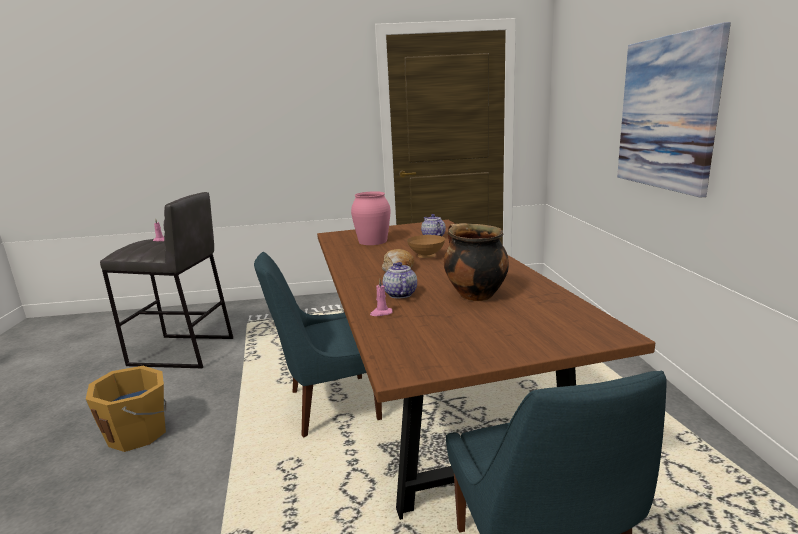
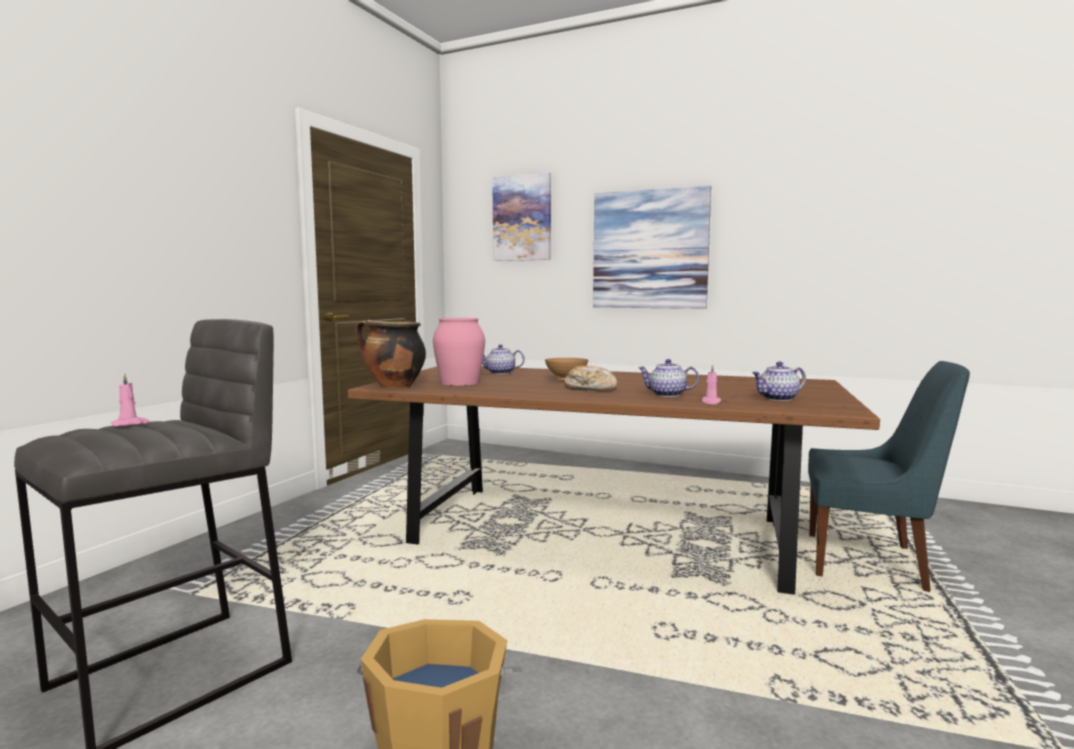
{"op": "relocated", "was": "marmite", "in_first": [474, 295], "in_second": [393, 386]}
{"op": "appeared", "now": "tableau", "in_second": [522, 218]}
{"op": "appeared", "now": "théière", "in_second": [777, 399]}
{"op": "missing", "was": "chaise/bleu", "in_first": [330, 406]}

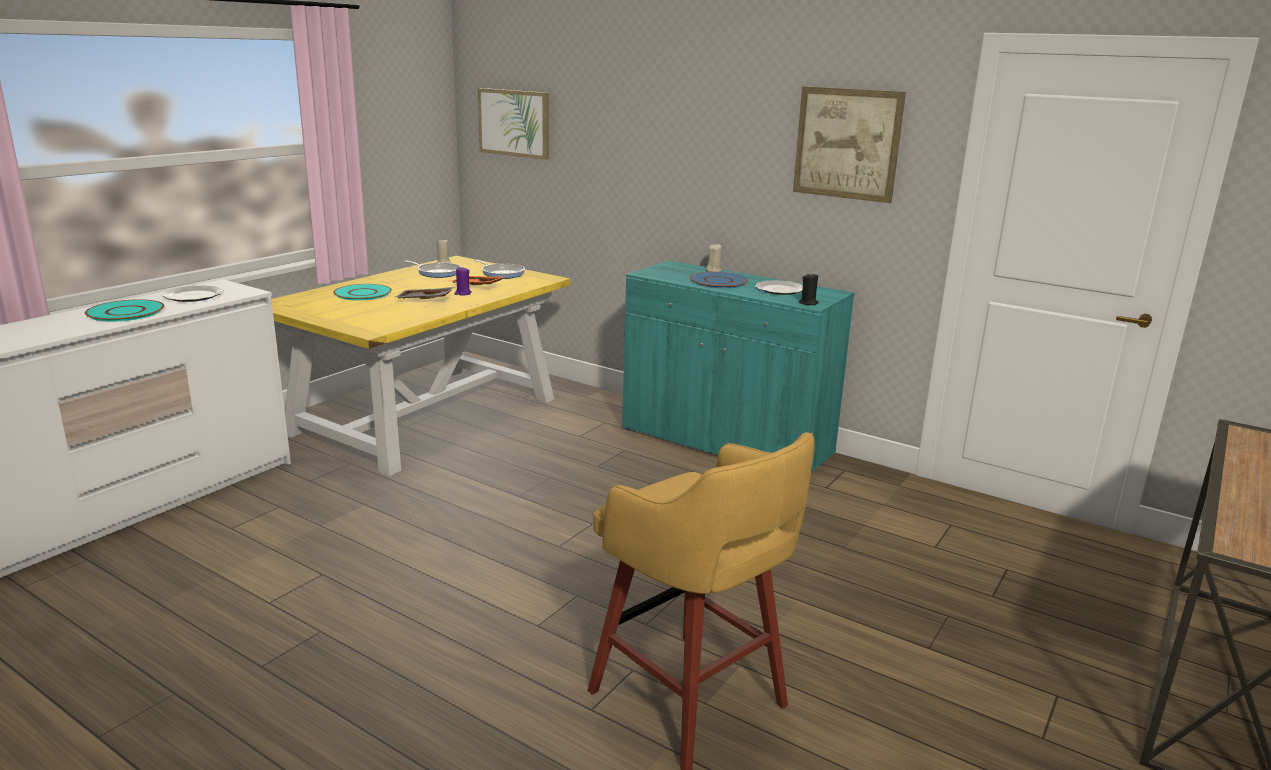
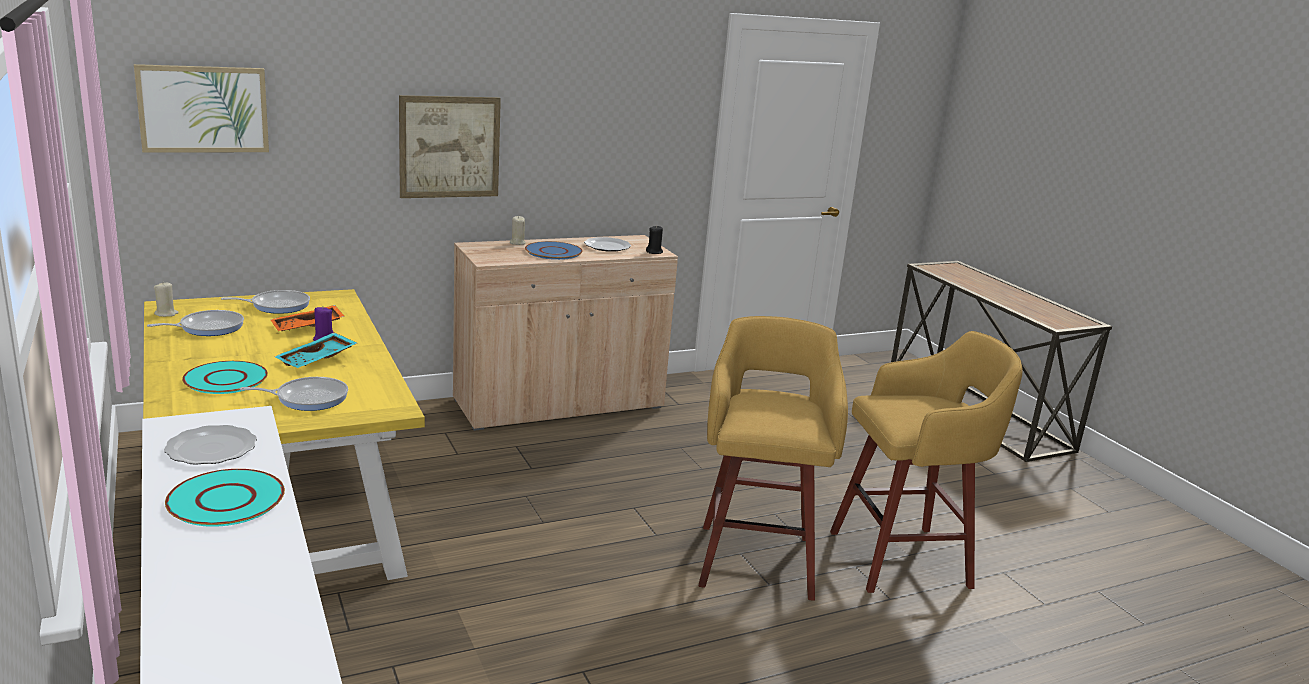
{"op": "appeared", "now": "poêle", "in_second": [308, 398]}
{"op": "colour", "was": "plateau/gris", "now": "plateau/turquoise", "in_first": [424, 300], "in_second": [317, 360]}
{"op": "relocated", "was": "tableau", "in_first": [847, 144], "in_second": [449, 147]}
{"op": "colour", "was": "meuble de rangement/turquoise", "now": "meuble de rangement/beige", "in_first": [726, 442], "in_second": [559, 404]}
{"op": "appeared", "now": "tabouret/jaune", "in_second": [756, 558]}

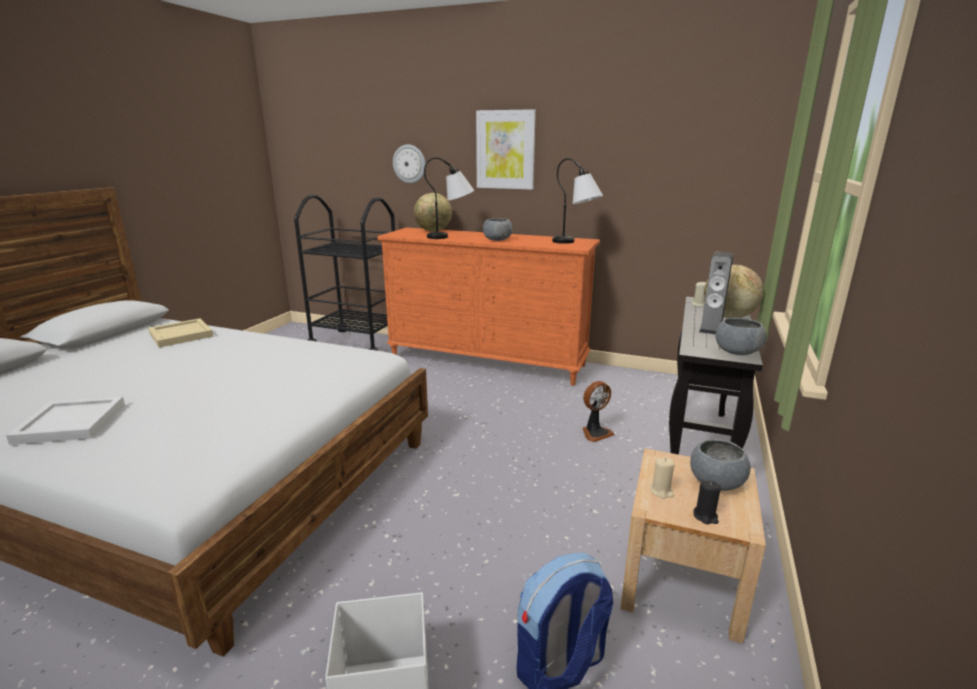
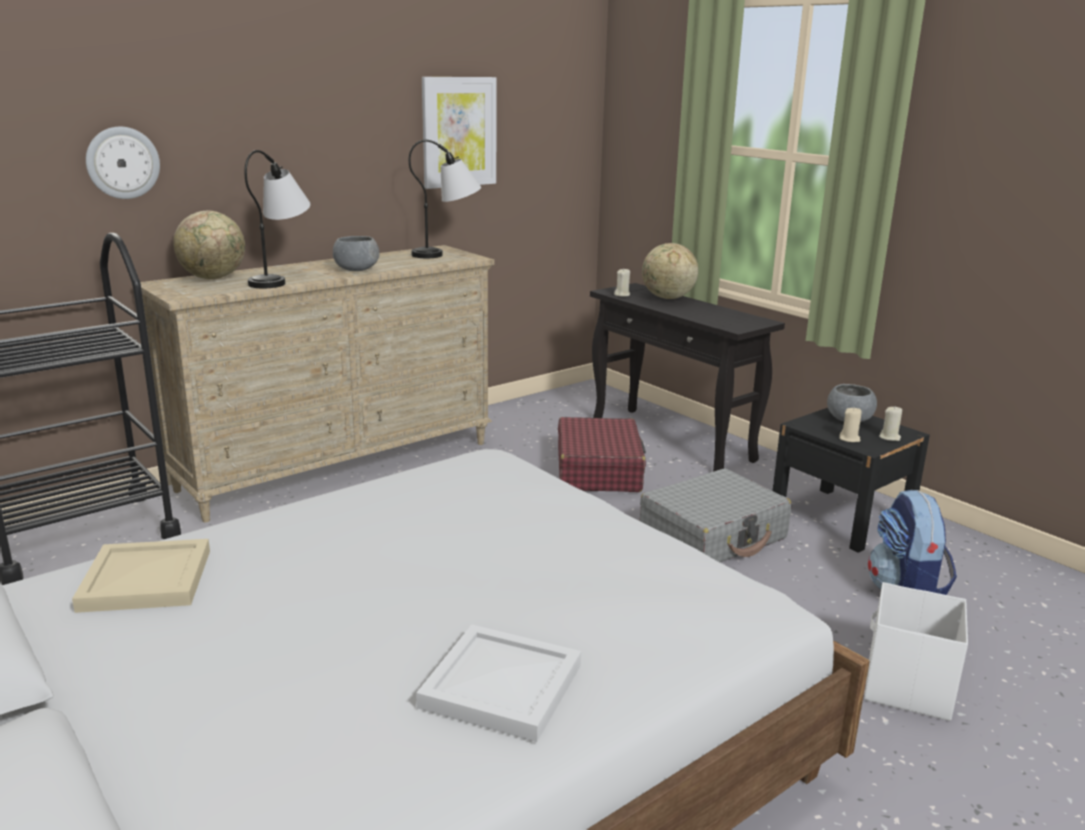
{"op": "colour", "was": "commode/orange", "now": "commode/beige", "in_first": [487, 361], "in_second": [340, 465]}
{"op": "relocated", "was": "tableau", "in_first": [505, 150], "in_second": [459, 132]}
{"op": "exchanged", "was": "ventilateur", "now": "valise/rouge", "in_first": [595, 433], "in_second": [598, 470]}
{"op": "appeared", "now": "valise/gris", "in_second": [713, 535]}
{"op": "colour", "was": "table de chevet/beige", "now": "table de chevet/noir", "in_first": [682, 580], "in_second": [840, 518]}
{"op": "colour", "was": "bougie/noir", "now": "bougie/beige", "in_first": [705, 516], "in_second": [889, 437]}
{"op": "missing", "was": "enceinte", "in_first": [711, 329]}
{"op": "missing", "was": "bol/gris", "in_first": [737, 352]}

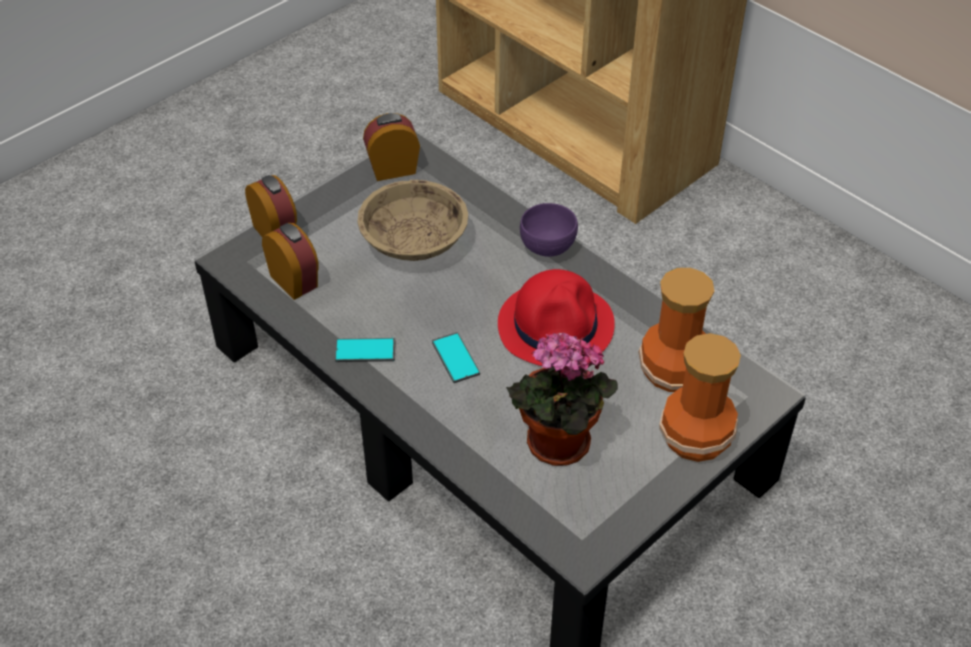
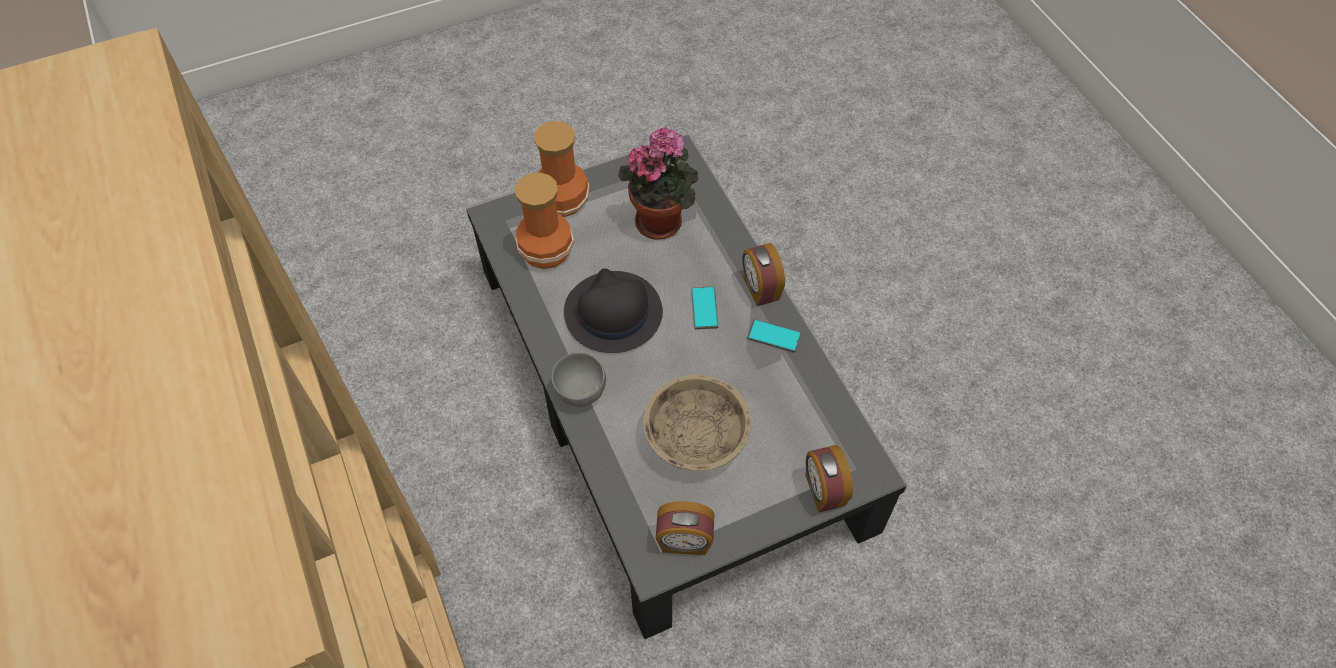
{"op": "colour", "was": "bol/violet", "now": "bol/gris", "in_first": [548, 248], "in_second": [580, 391]}
{"op": "colour", "was": "chapeau/rouge", "now": "chapeau/noir", "in_first": [556, 325], "in_second": [612, 313]}
{"op": "relocated", "was": "réveil", "in_first": [295, 281], "in_second": [760, 289]}

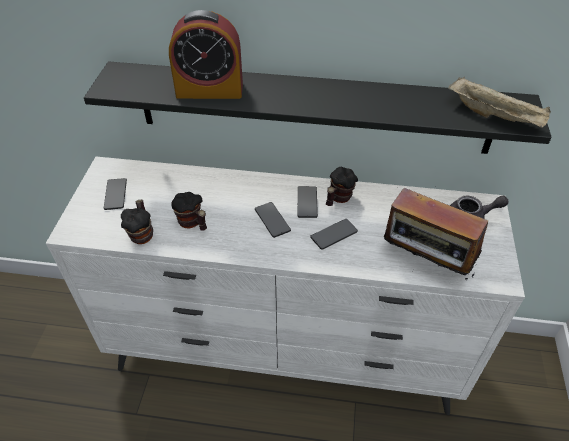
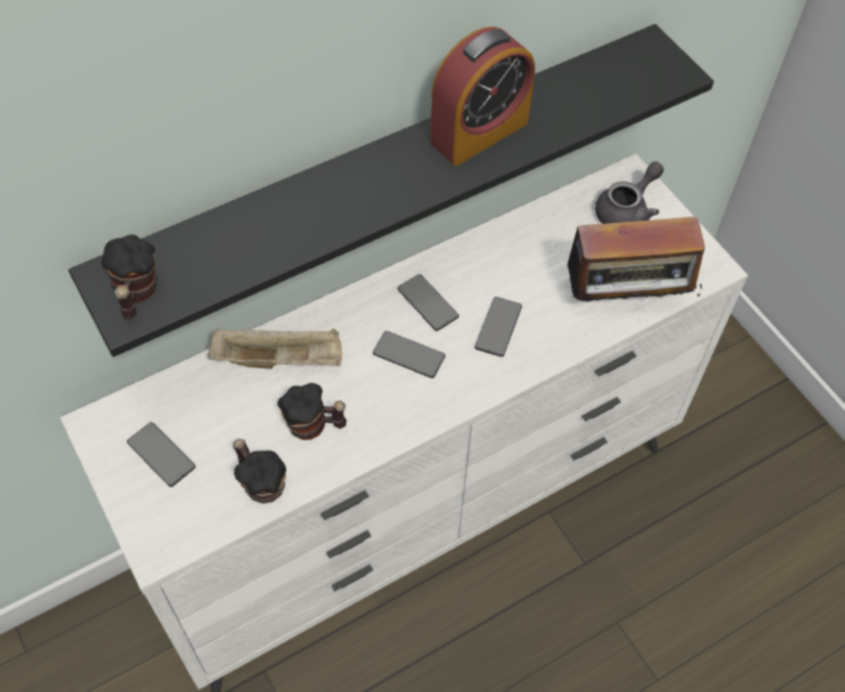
{"op": "relocated", "was": "mug", "in_first": [338, 199], "in_second": [136, 294]}
{"op": "relocated", "was": "plateau/beige", "in_first": [495, 116], "in_second": [280, 359]}
{"op": "relocated", "was": "réveil", "in_first": [209, 90], "in_second": [479, 132]}

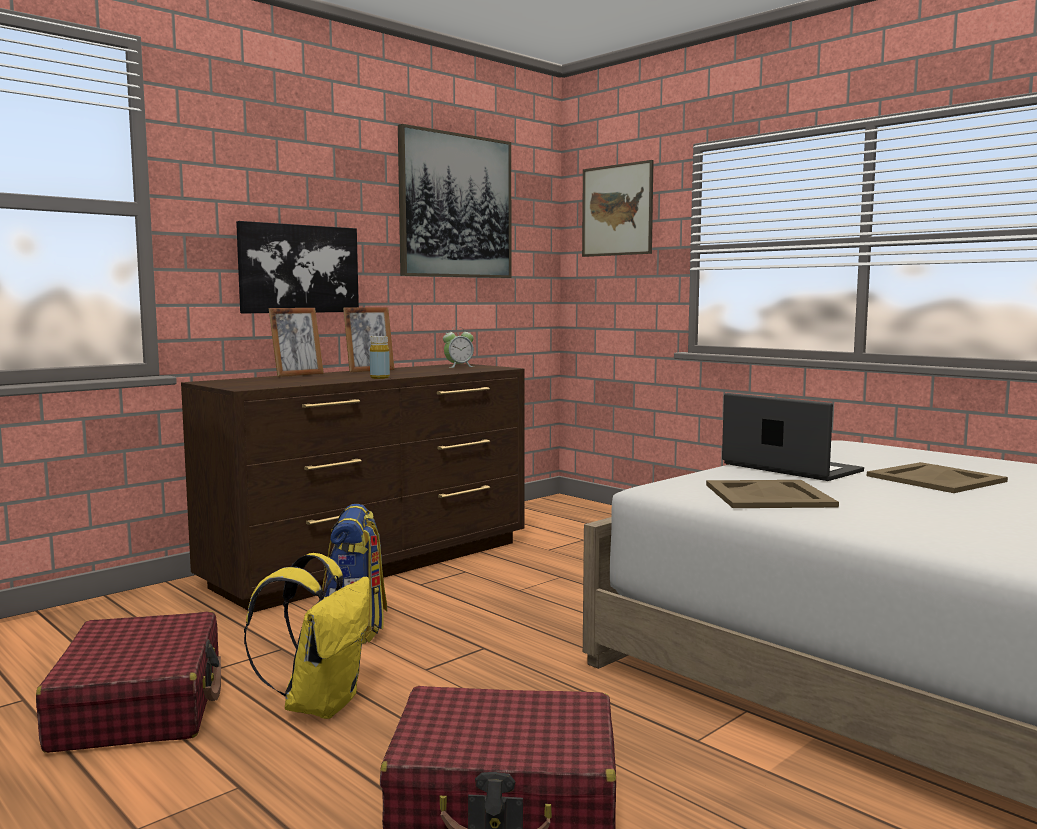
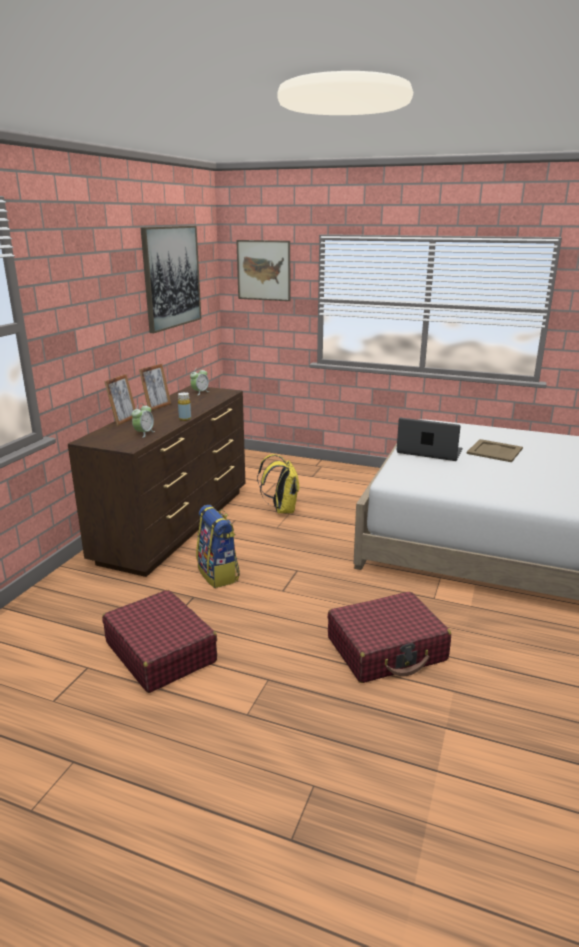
{"op": "appeared", "now": "réveil", "in_second": [144, 433]}
{"op": "relocated", "was": "sac à dos/jaune", "in_first": [320, 704], "in_second": [281, 509]}
{"op": "missing", "was": "tableau", "in_first": [298, 269]}
{"op": "missing", "was": "plateau/beige", "in_first": [767, 495]}

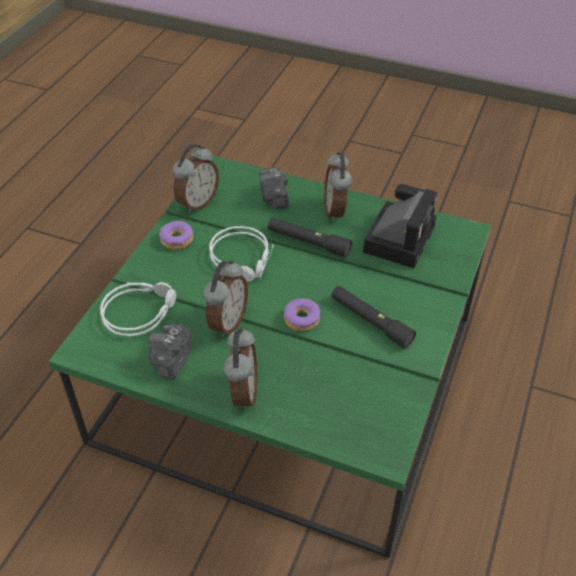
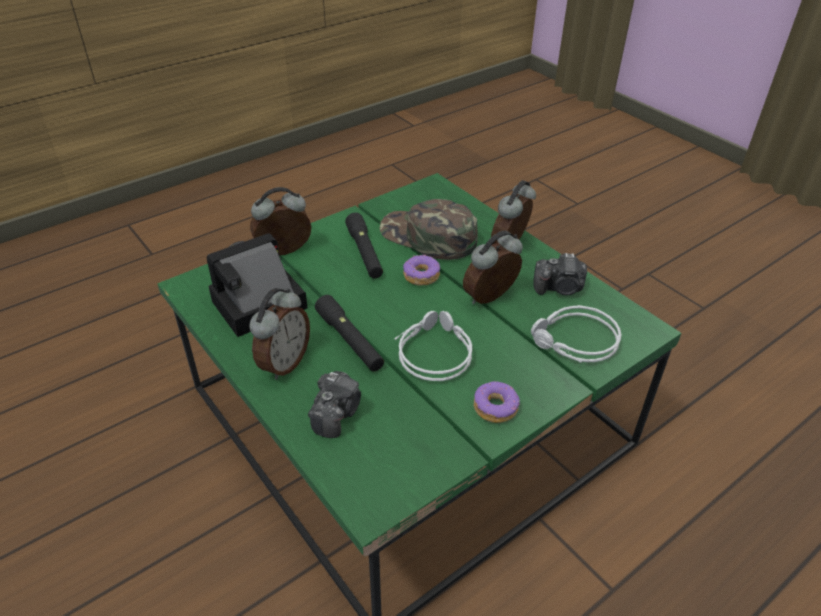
{"op": "relocated", "was": "réveil", "in_first": [197, 202], "in_second": [284, 253]}
{"op": "appeared", "now": "casquette/vert", "in_second": [427, 237]}
{"op": "spun", "was": "appareil photo", "in_first": [171, 361], "in_second": [559, 288], "clockwise": 45}

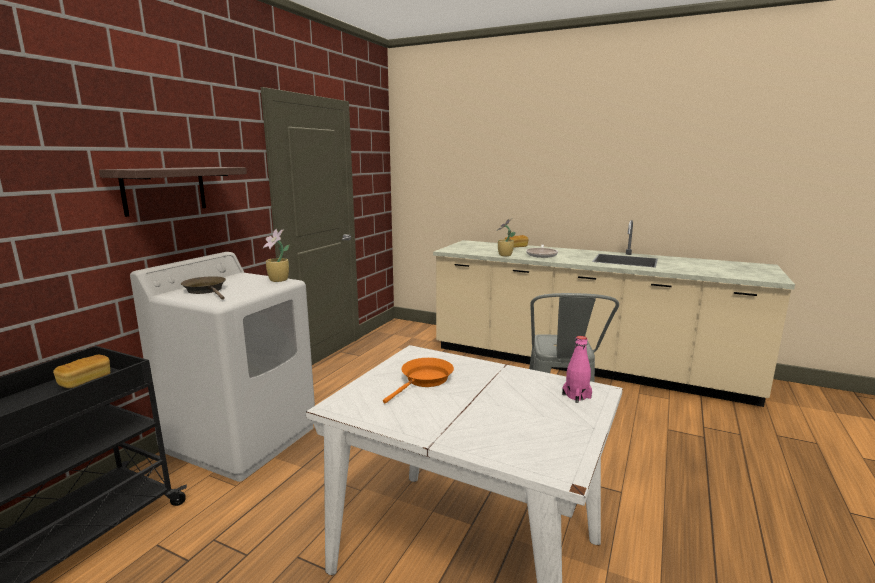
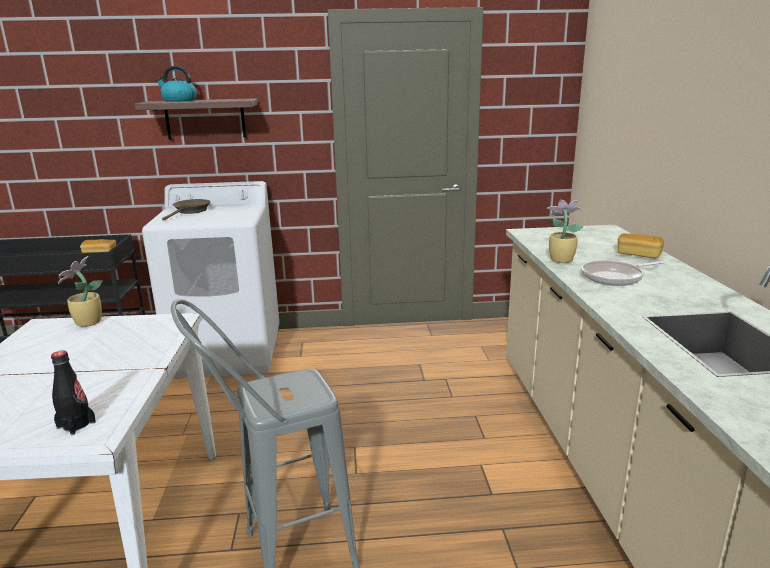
{"op": "colour", "was": "bouteille/rose", "now": "bouteille/noir", "in_first": [576, 396], "in_second": [76, 425]}
{"op": "relocated", "was": "plante en pot", "in_first": [279, 280], "in_second": [87, 323]}
{"op": "appeared", "now": "bouilloire", "in_second": [179, 100]}
{"op": "missing", "was": "poêle/orange", "in_first": [424, 380]}

